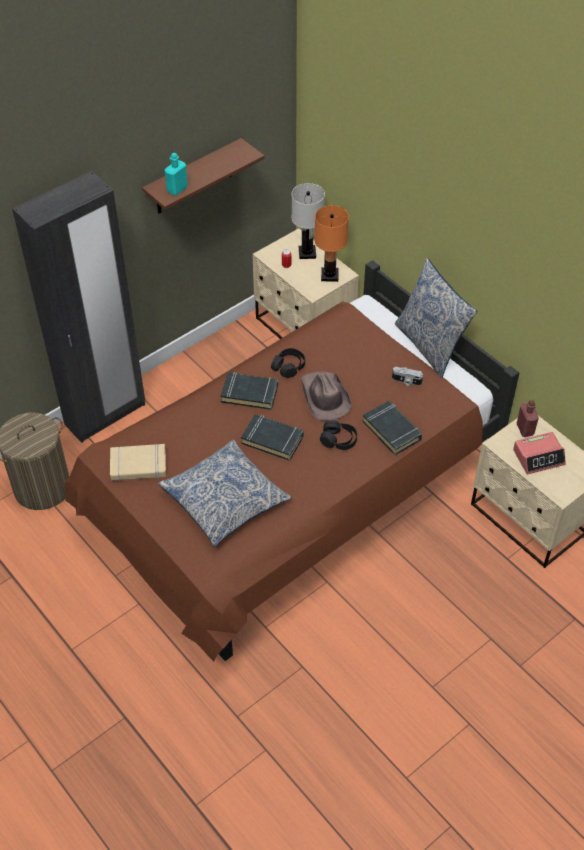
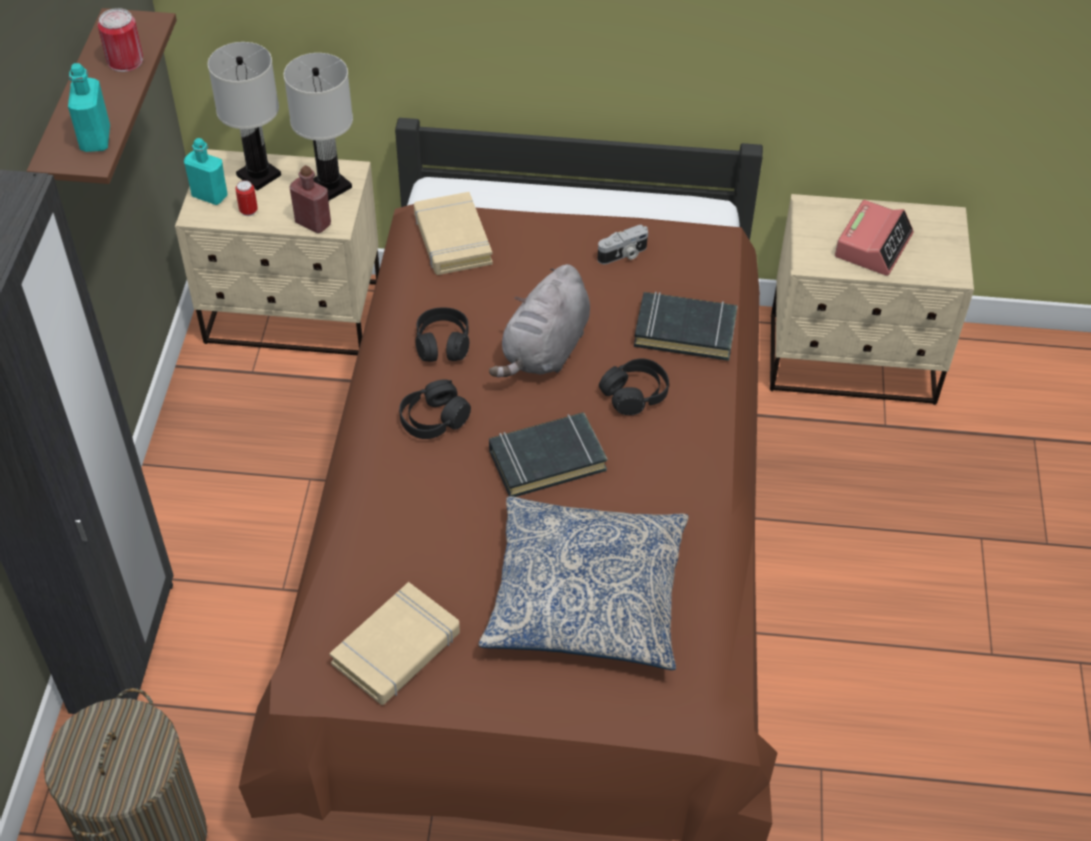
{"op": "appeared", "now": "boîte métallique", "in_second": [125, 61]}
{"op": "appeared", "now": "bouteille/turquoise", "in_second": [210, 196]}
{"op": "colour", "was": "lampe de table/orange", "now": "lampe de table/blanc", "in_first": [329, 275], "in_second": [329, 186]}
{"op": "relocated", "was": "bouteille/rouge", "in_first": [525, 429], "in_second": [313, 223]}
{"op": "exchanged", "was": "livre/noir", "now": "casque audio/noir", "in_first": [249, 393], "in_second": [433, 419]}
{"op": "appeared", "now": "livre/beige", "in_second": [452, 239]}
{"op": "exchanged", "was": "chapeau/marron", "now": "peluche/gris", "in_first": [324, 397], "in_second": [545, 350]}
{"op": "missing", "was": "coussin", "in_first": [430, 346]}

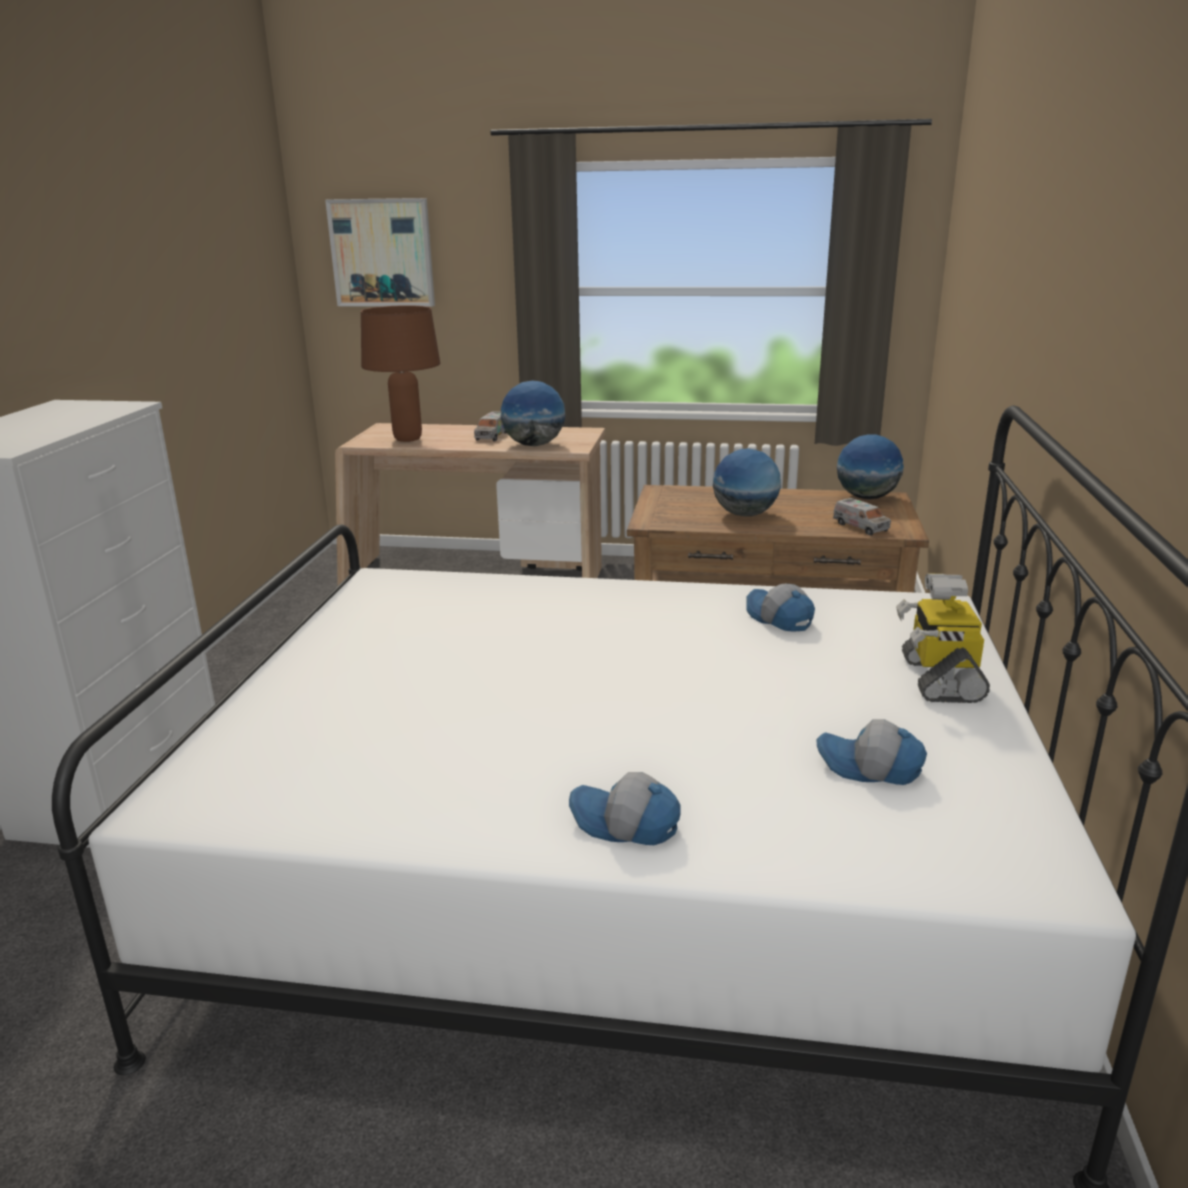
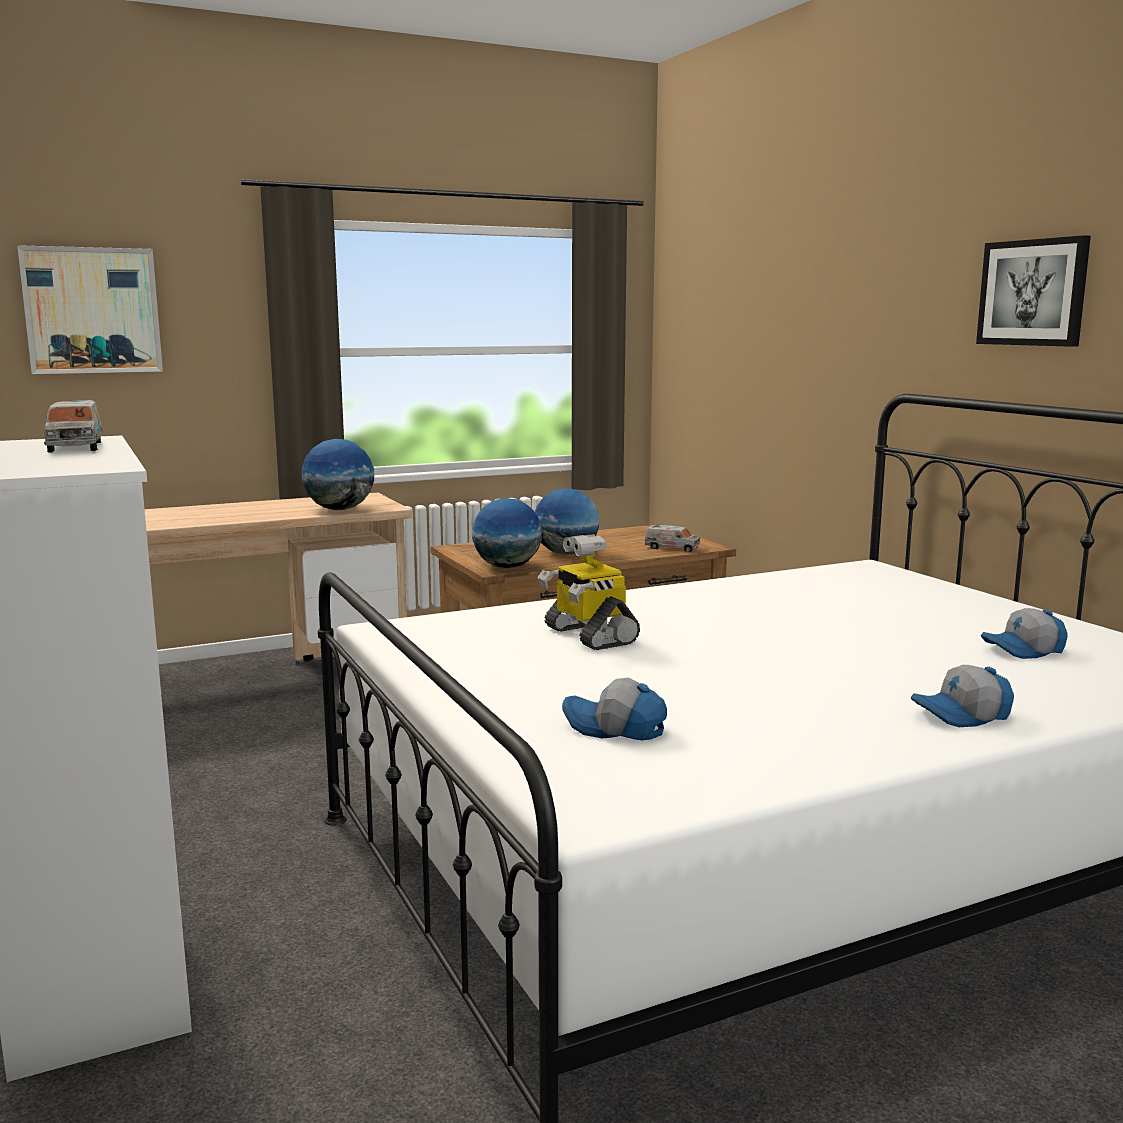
{"op": "relocated", "was": "camion jouet", "in_first": [493, 435], "in_second": [76, 446]}
{"op": "relocated", "was": "globe", "in_first": [867, 497], "in_second": [507, 567]}
{"op": "relocated", "was": "robot jouet", "in_first": [939, 678], "in_second": [588, 635]}
{"op": "relocated", "was": "casquette", "in_first": [778, 618], "in_second": [614, 729]}
{"op": "appeared", "now": "tableau", "in_second": [1033, 293]}
{"op": "missing", "was": "lampe de table/marron", "in_first": [407, 439]}

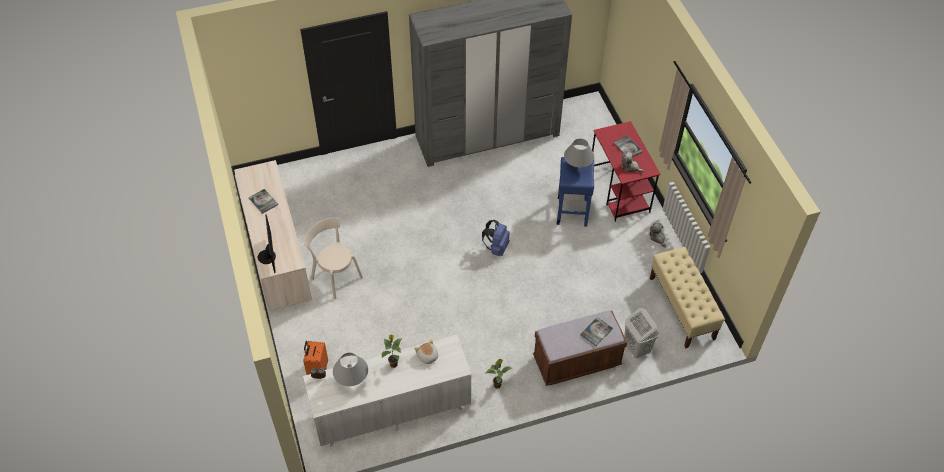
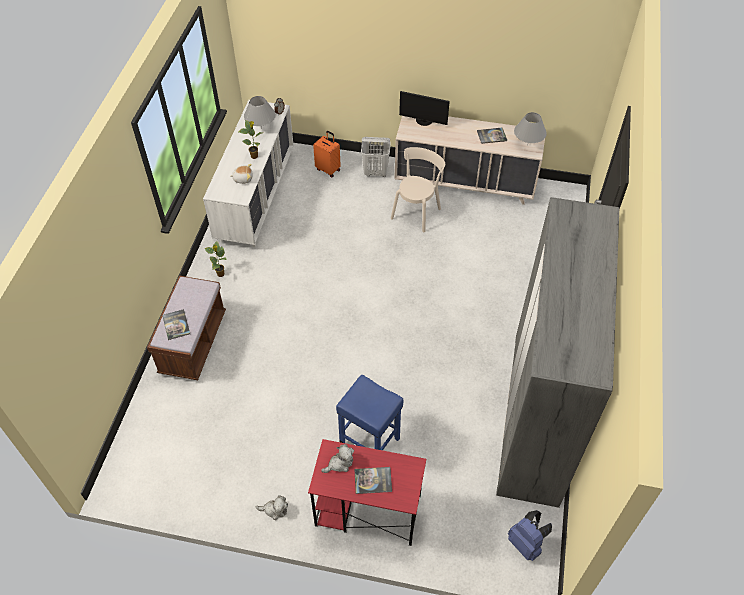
{"op": "relocated", "was": "panier à linge/blanc", "in_first": [636, 348], "in_second": [376, 172]}
{"op": "spun", "was": "chaise/beige", "in_first": [335, 276], "in_second": [417, 212], "clockwise": -45}
{"op": "relocated", "was": "sac à dos/bleu", "in_first": [496, 248], "in_second": [526, 543]}
{"op": "relocated", "was": "lampe de table/gris", "in_first": [577, 166], "in_second": [527, 145]}
{"op": "missing", "was": "banc/beige", "in_first": [682, 308]}

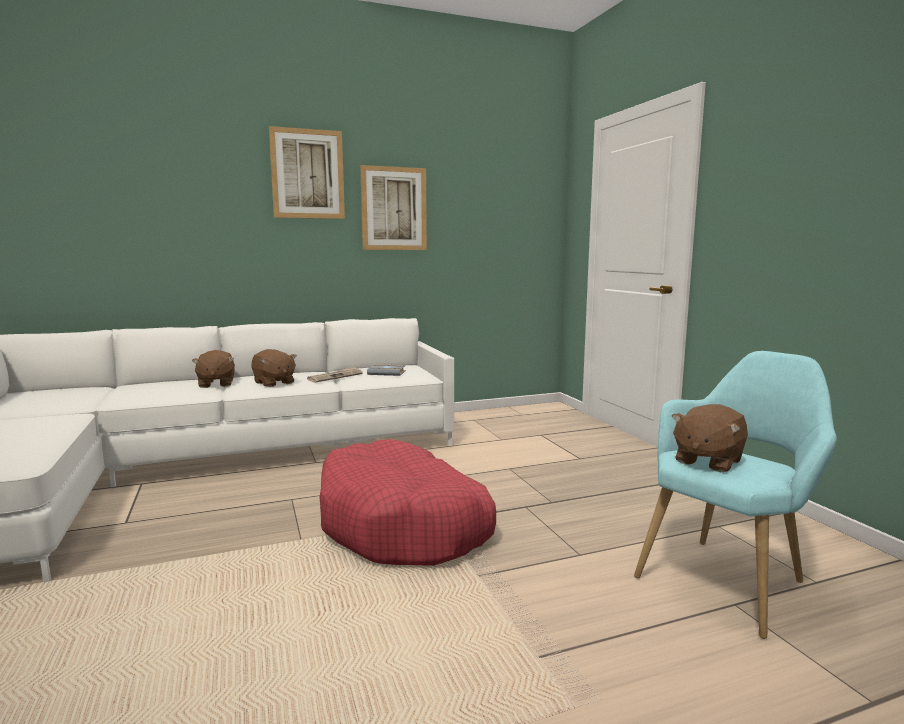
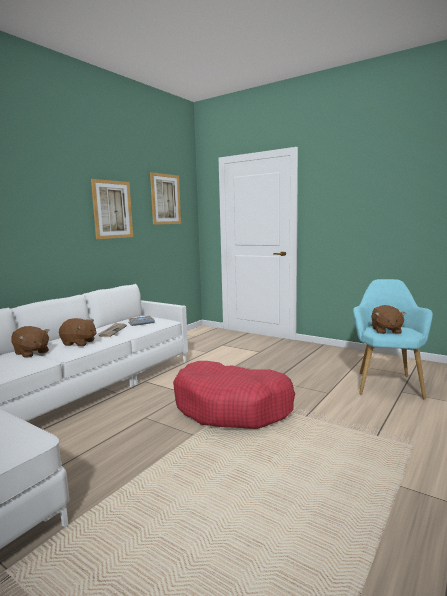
{"op": "relocated", "was": "tableau", "in_first": [307, 174], "in_second": [165, 199]}

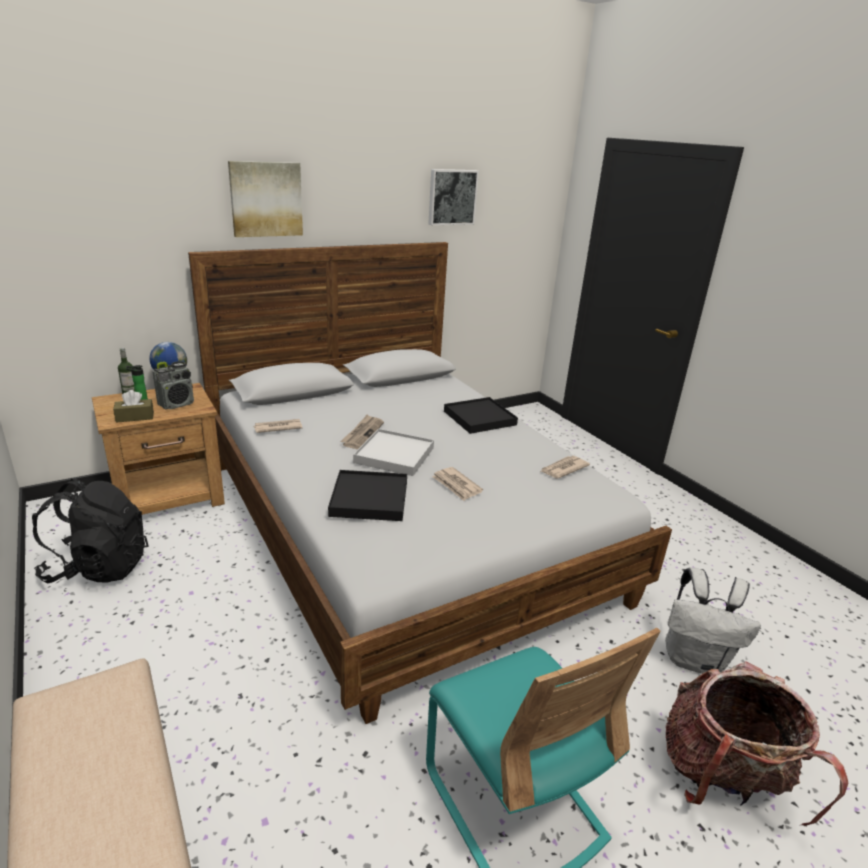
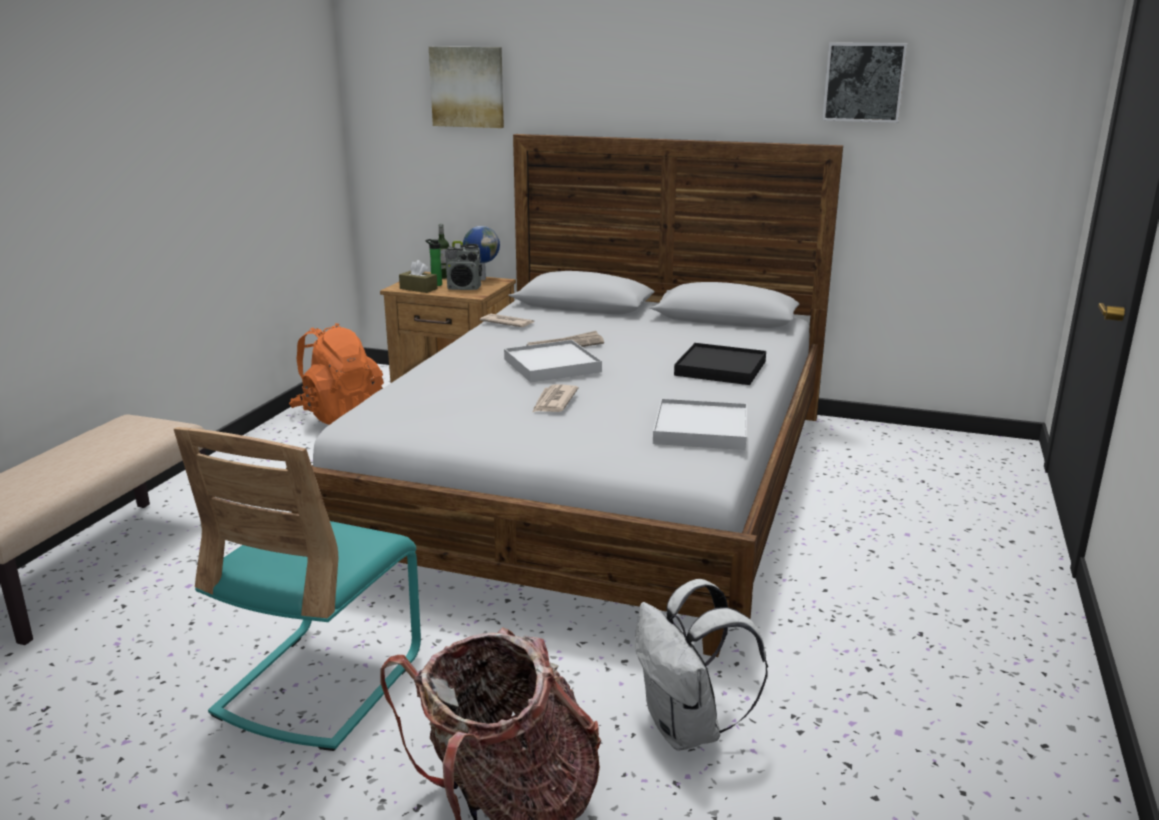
{"op": "colour", "was": "sac à dos/noir", "now": "sac à dos/orange", "in_first": [98, 567], "in_second": [339, 415]}
{"op": "relocated", "was": "tableau", "in_first": [266, 199], "in_second": [467, 87]}
{"op": "exchanged", "was": "journal", "now": "plateau/blanc", "in_first": [563, 469], "in_second": [700, 429]}
{"op": "missing", "was": "plateau/noir", "in_first": [369, 499]}

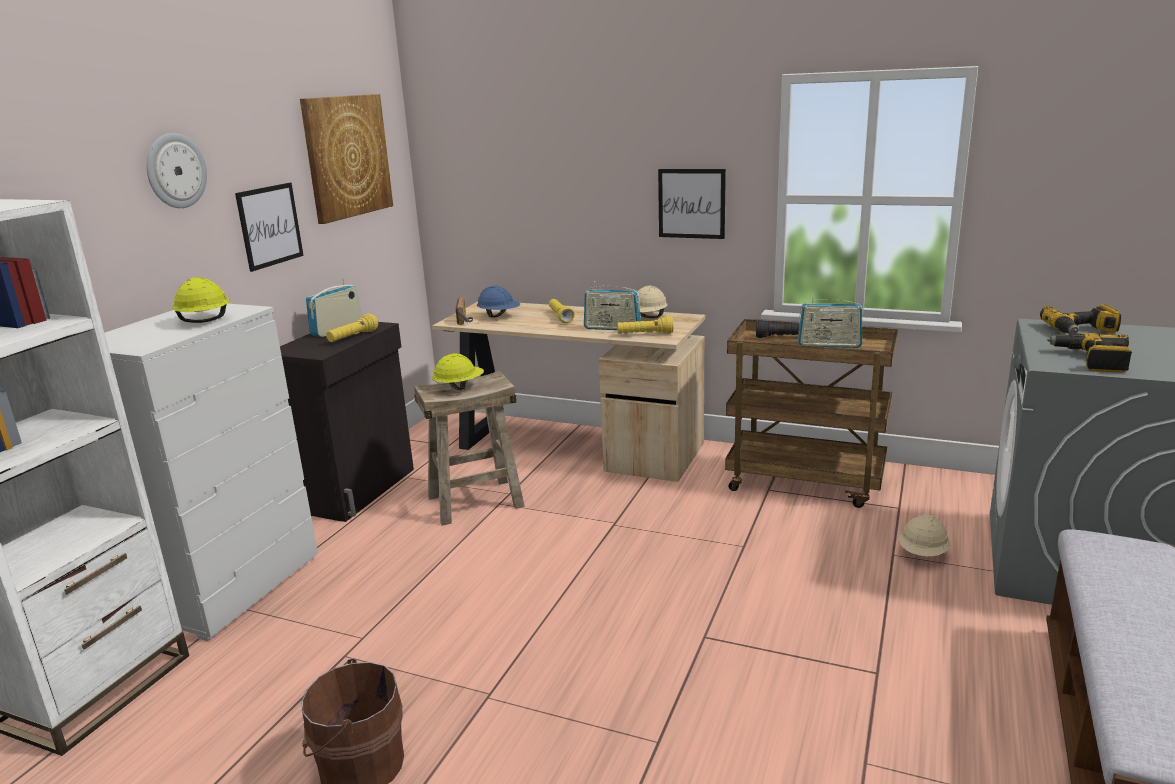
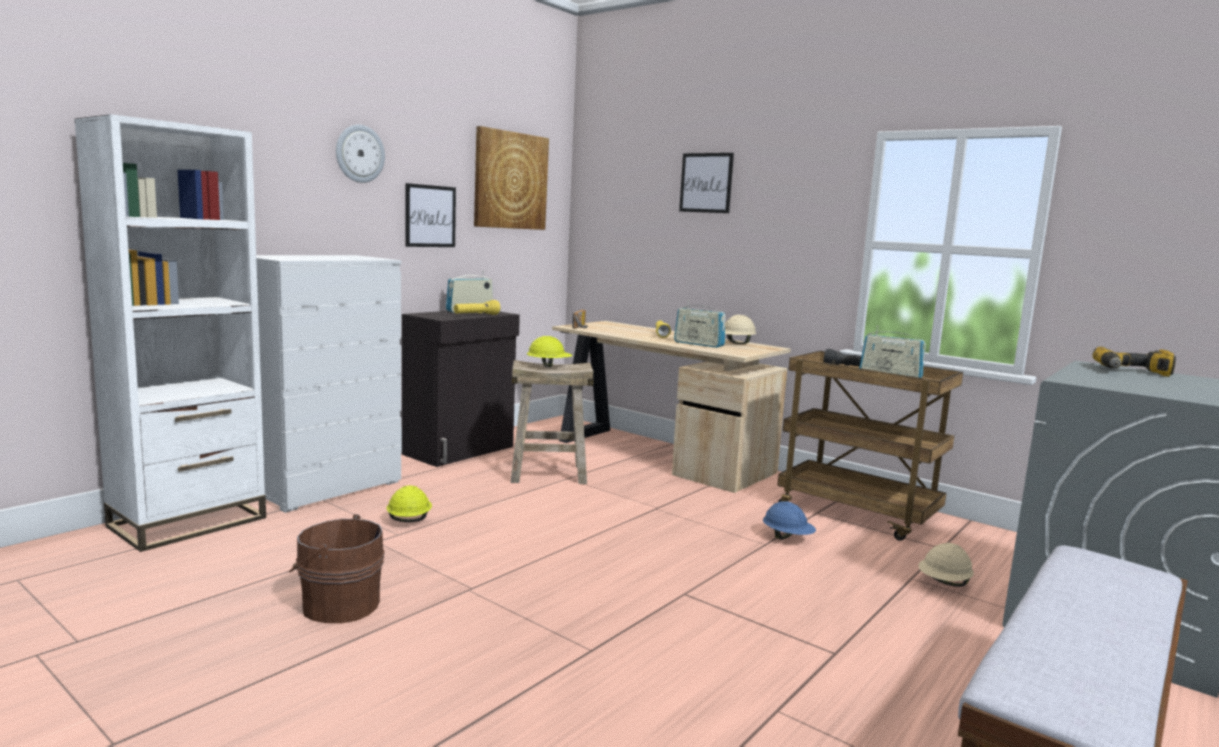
{"op": "relocated", "was": "casque de chantier/jaune", "in_first": [204, 320], "in_second": [409, 520]}
{"op": "relocated", "was": "tableau", "in_first": [691, 203], "in_second": [706, 183]}
{"op": "relocated", "was": "casque de chantier/bleu", "in_first": [499, 316], "in_second": [787, 538]}
{"op": "missing", "was": "lampe de poche/jaune", "in_first": [645, 334]}
{"op": "missing", "was": "perceuse", "in_first": [1091, 360]}

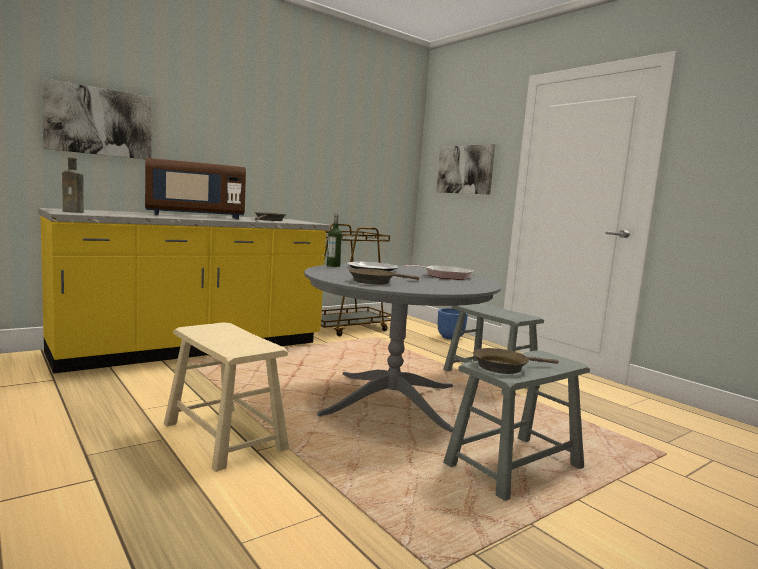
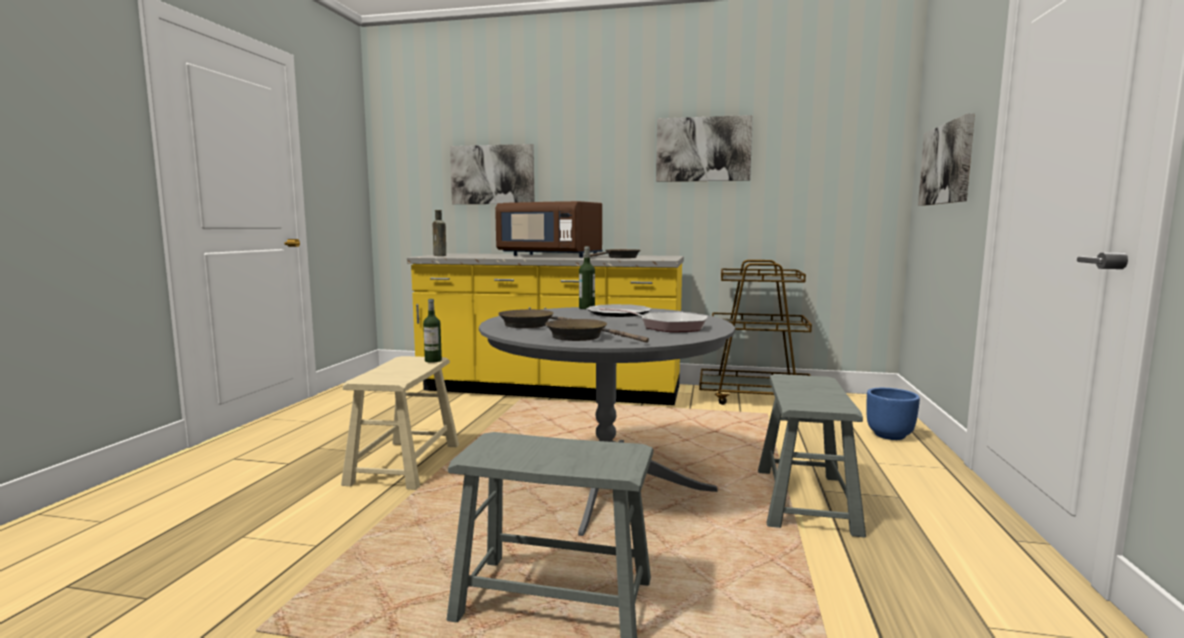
{"op": "appeared", "now": "bouteille", "in_second": [433, 360]}
{"op": "relocated", "was": "poêle/marron", "in_first": [504, 367], "in_second": [582, 337]}
{"op": "appeared", "now": "tableau", "in_second": [703, 149]}

